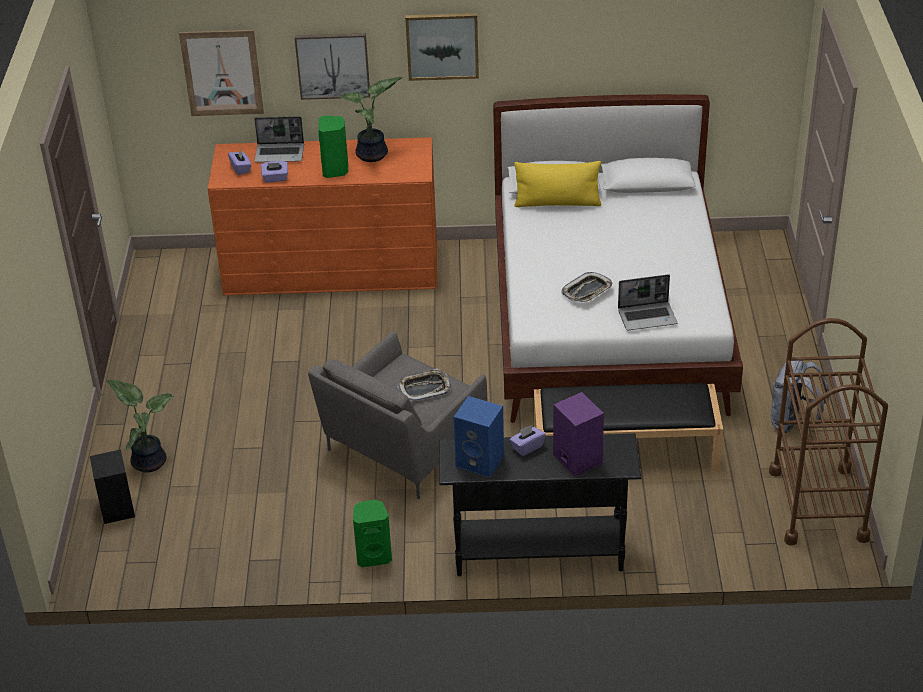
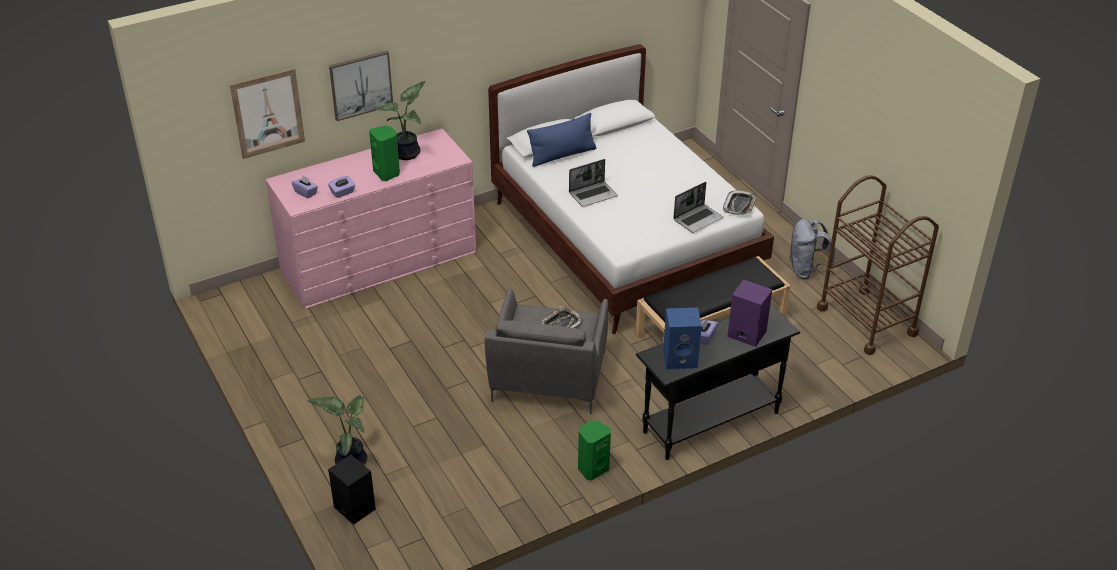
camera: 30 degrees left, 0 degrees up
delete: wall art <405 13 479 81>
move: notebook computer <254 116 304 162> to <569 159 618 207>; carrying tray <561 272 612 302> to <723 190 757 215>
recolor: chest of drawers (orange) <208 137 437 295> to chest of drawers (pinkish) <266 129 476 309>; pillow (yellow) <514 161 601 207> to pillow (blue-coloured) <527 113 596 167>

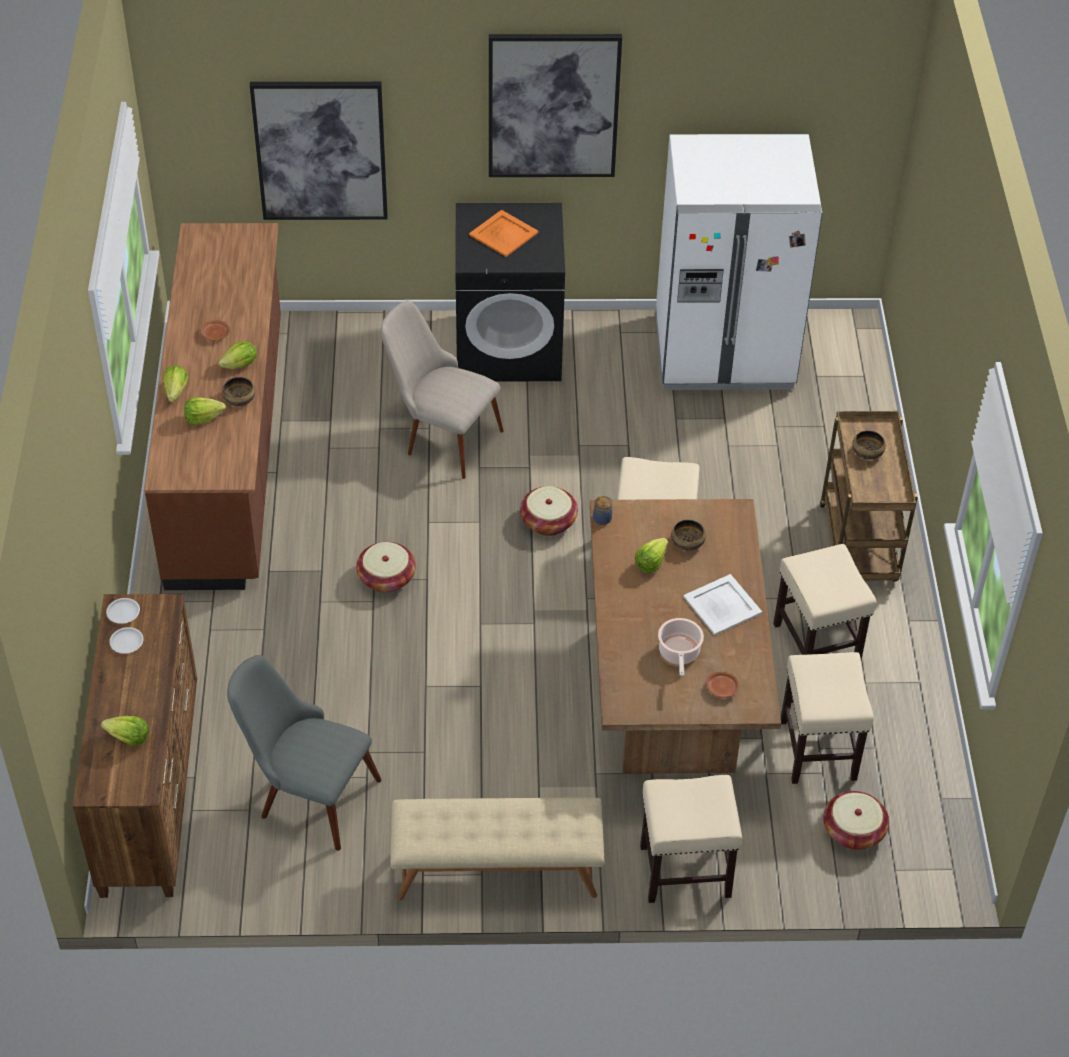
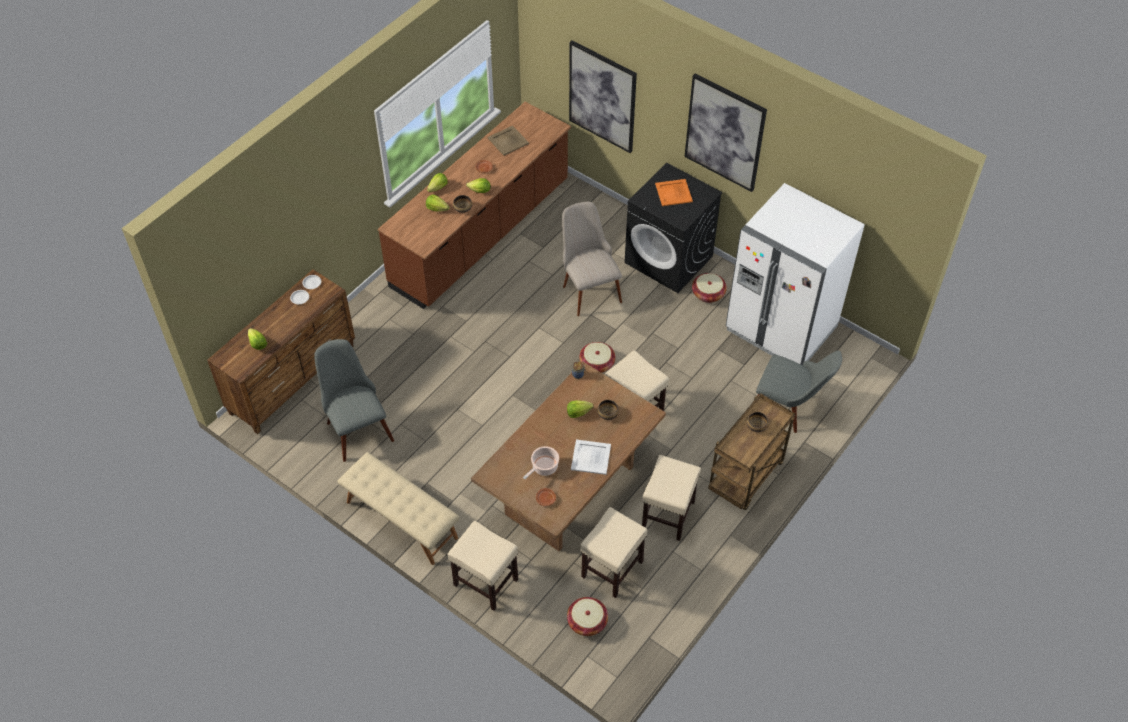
camera: 40 degrees right, 5 degrees up
insert: carrying tray (beige-coloured) <487 125 529 156>; chair (greyish) <756 351 842 433>
move: basket <356 542 416 593> to <692 273 727 303>

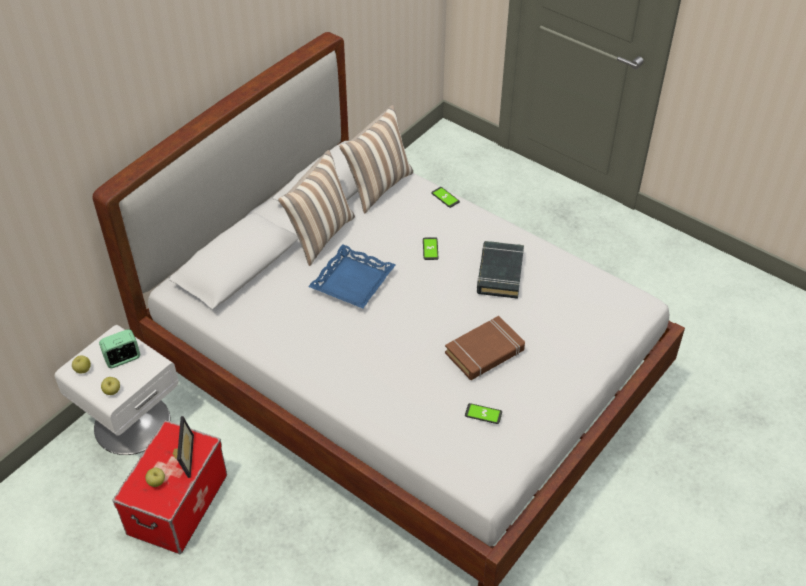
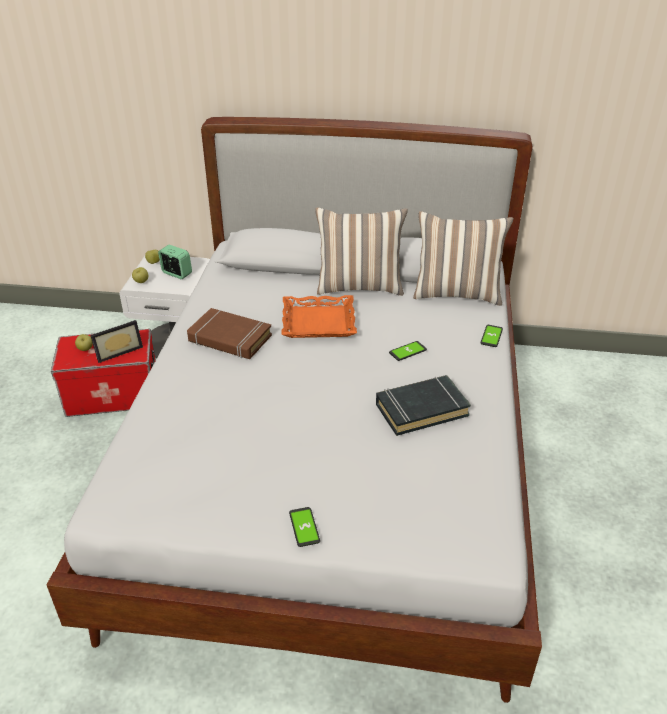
camera: 60 degrees right, 10 degrees down
move: bound book (brown) <445 316 525 380> to <187 308 272 359>; phone <465 403 502 424> to <289 507 320 547>
recolor: carrying tray (blue-coloured) <308 244 396 309> to carrying tray (orange) <281 295 357 338>

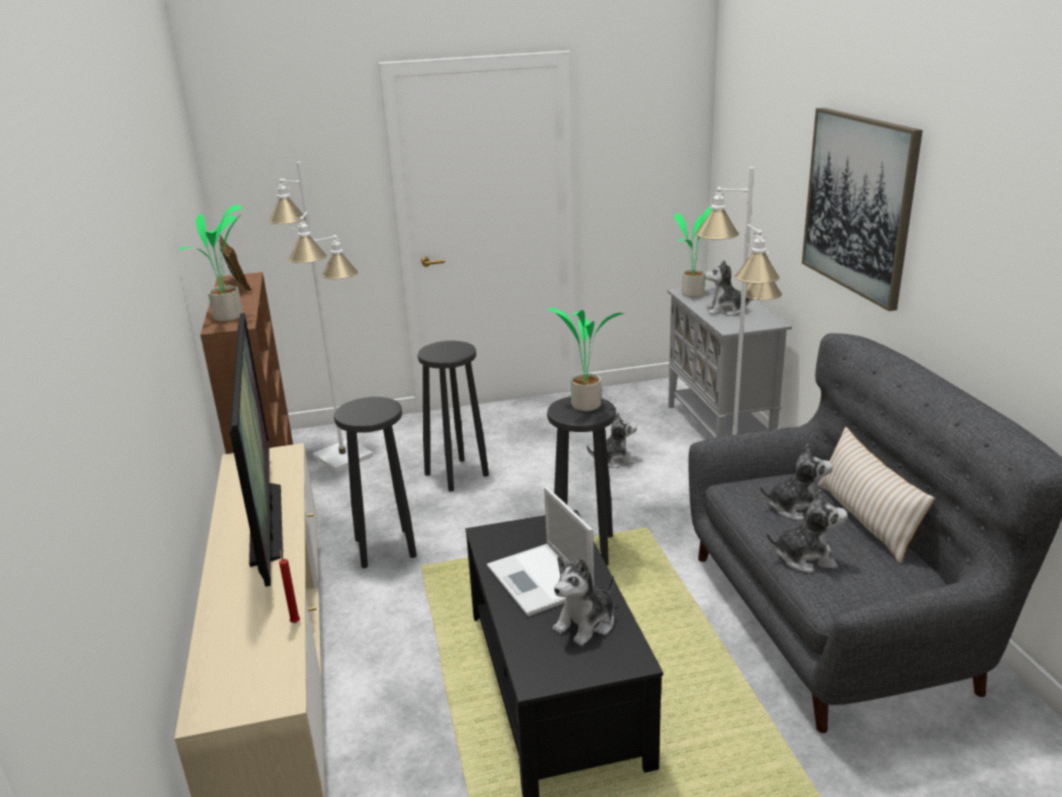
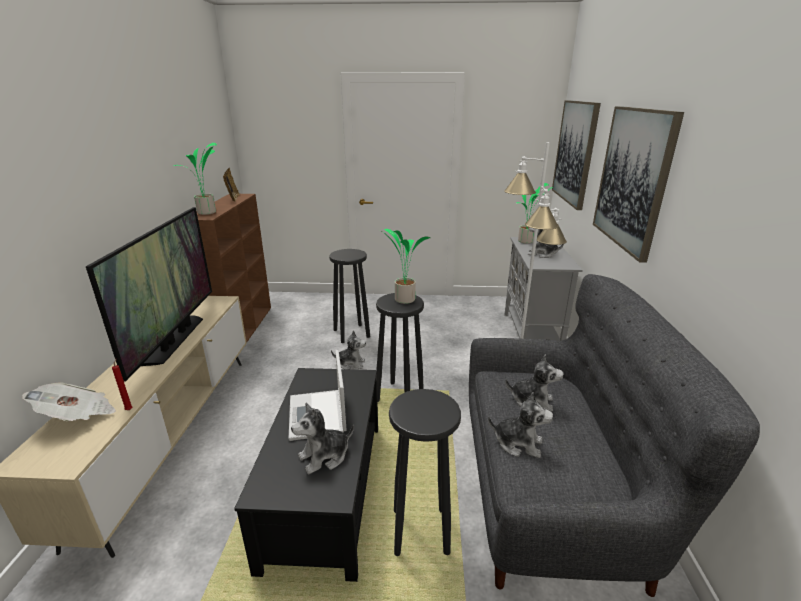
camera: 15 degrees right, 0 degrees up
delete: standard lamp (white-coloured) <268 162 373 472>; pillow (beige-coloured) <818 427 935 564>
insert: newspaper <22 382 116 421>; wall art <552 100 601 210>
move: soft toy <587 412 637 468> to <331 331 366 369>; sitting stool (black) <334 397 417 568> to <389 389 461 556>

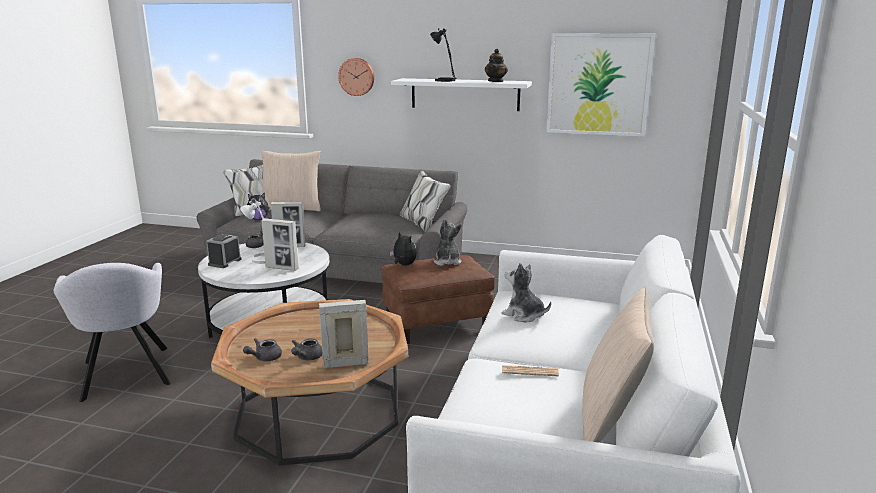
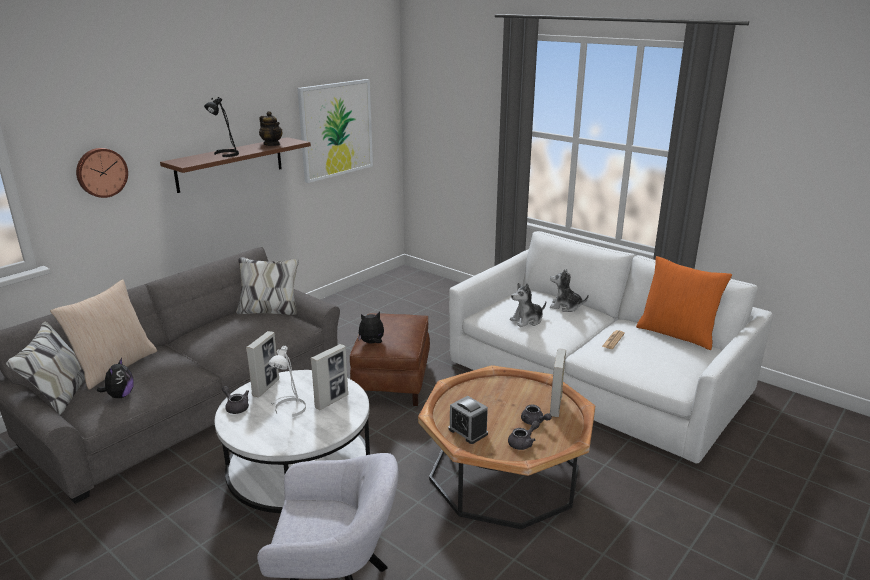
camera: 65 degrees left, 5 degrees up
move: table clock <206 234 242 268> to <448 396 488 444>; soft toy <434 218 462 266> to <550 269 589 312>
recolor: shelf (white-coloured) <391 78 532 111> to shelf (brown) <160 137 311 193>; pillow (beige-coloured) <582 287 654 443> to pillow (orange) <636 256 732 350>
rotate: teapot (greyish) <243 338 282 361> = <508 421 540 450> 105 degrees counterclockwise

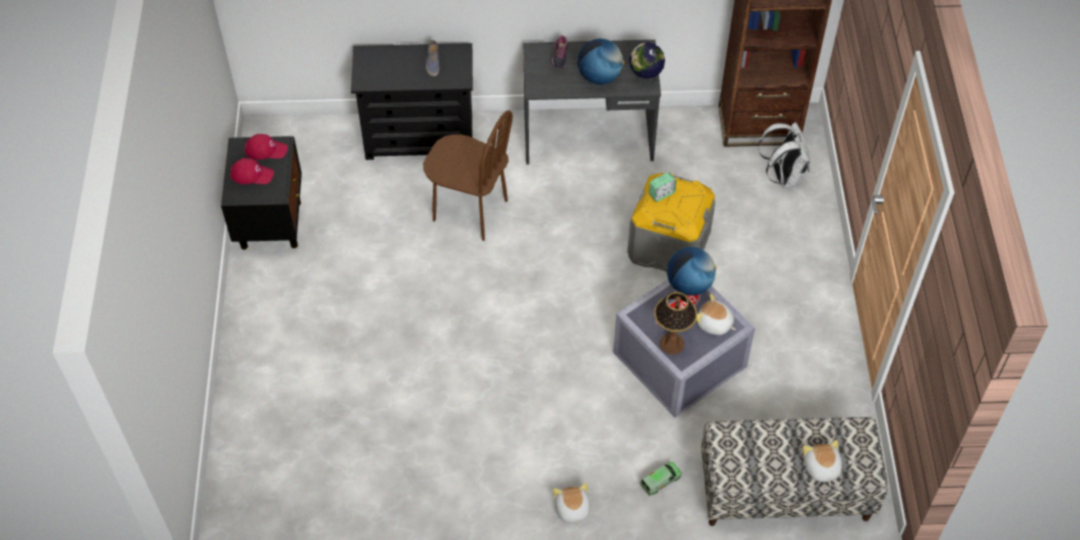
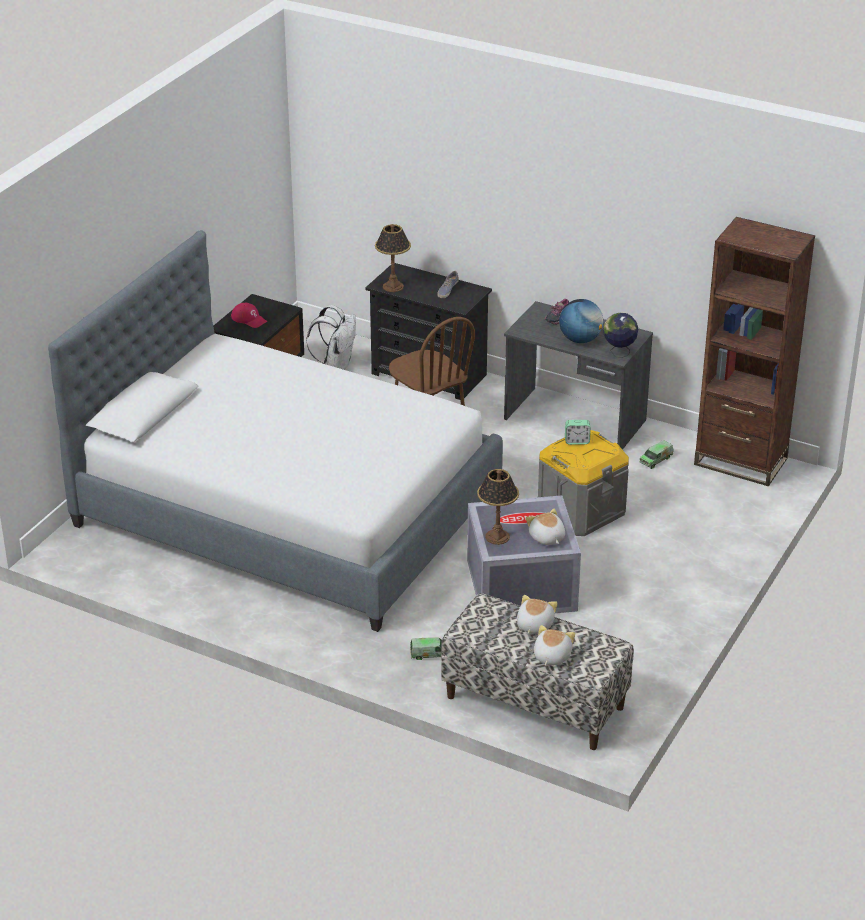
camera: 30 degrees right, 20 degrees down
delete: cap (red-coloured) <245 134 288 160>; world globe <667 247 716 296>
insert: bed <48 230 503 632>; table lamp <375 224 411 292>; model truck <639 440 674 469>
move: rucksack (white-coloured) <758 122 810 188> to <307 305 356 370>; soft toy <553 483 591 528> to <517 595 558 634>

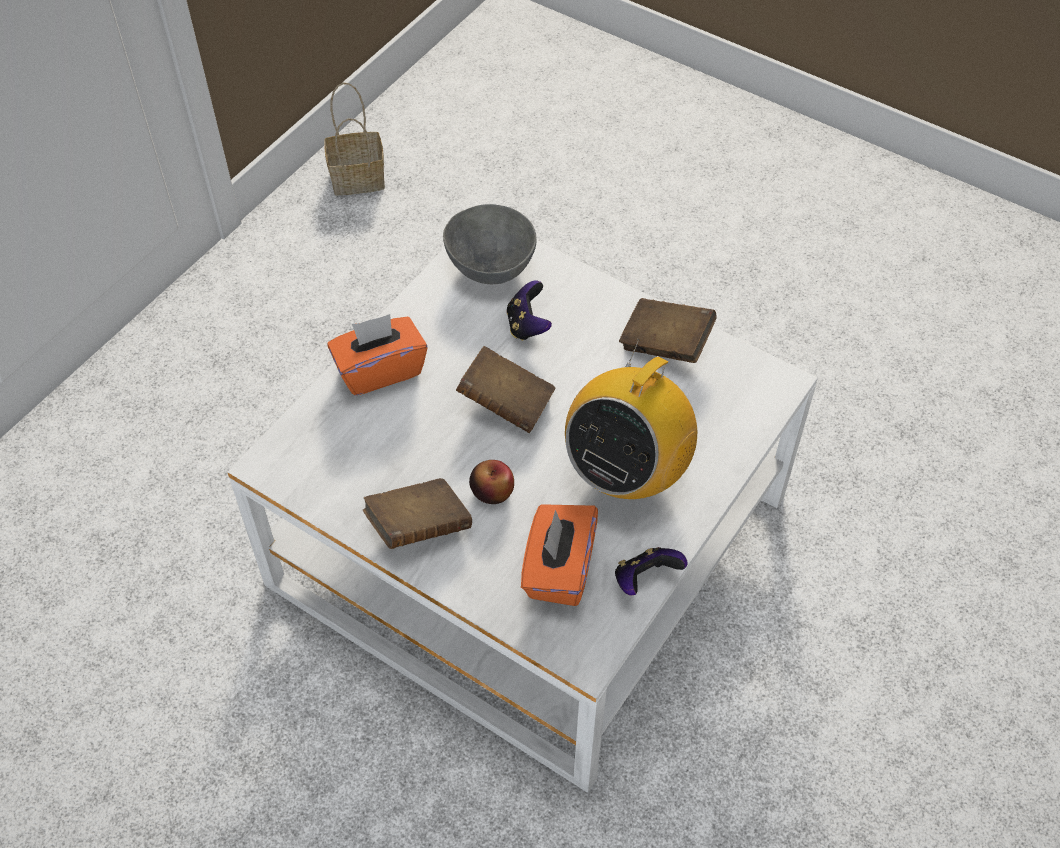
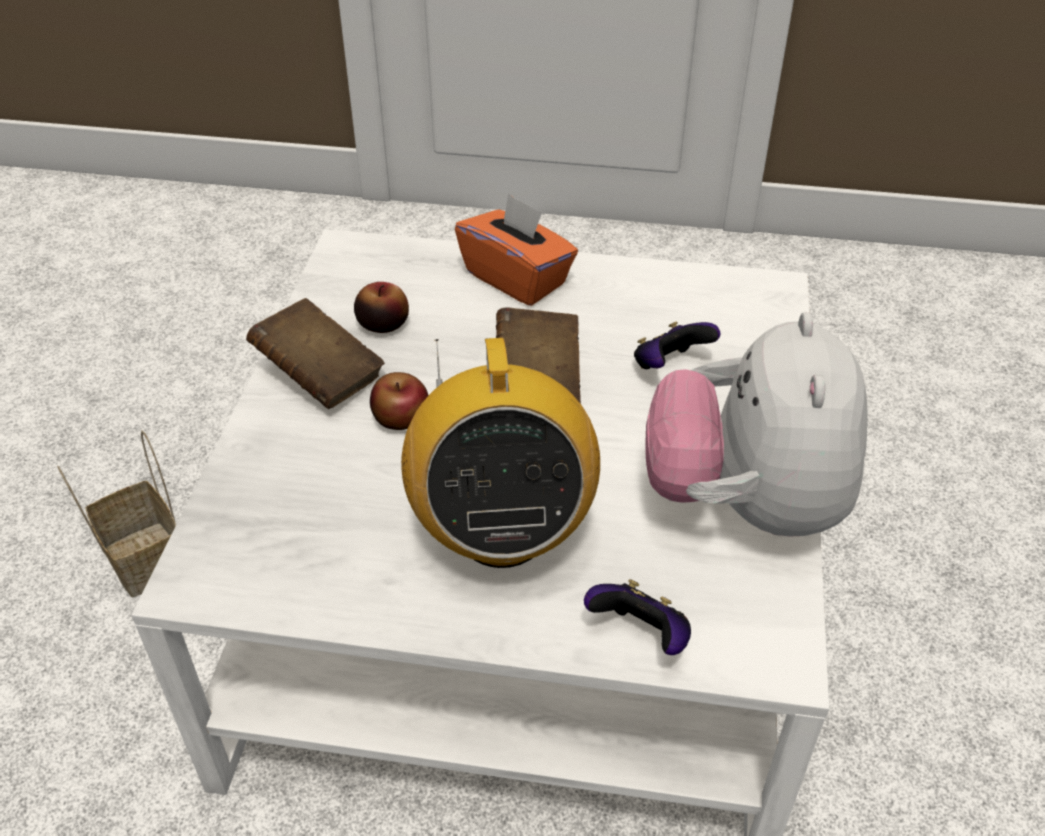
camera: 65 degrees right, 10 degrees down
delete: serving bowl (greyish) <443 204 536 284>; tissue holder (orange) <521 504 598 606>
insert: apple fruit <354 282 409 333>
move: basket <324 82 385 196> to <57 430 176 597>; gamepad <615 547 688 596> to <584 579 691 655>
replace: bound book (brown) <619 298 716 363> to soft toy <645 312 868 537>
rotate: radio receiver <565 339 697 499> = <401 338 600 568> 105 degrees counterclockwise

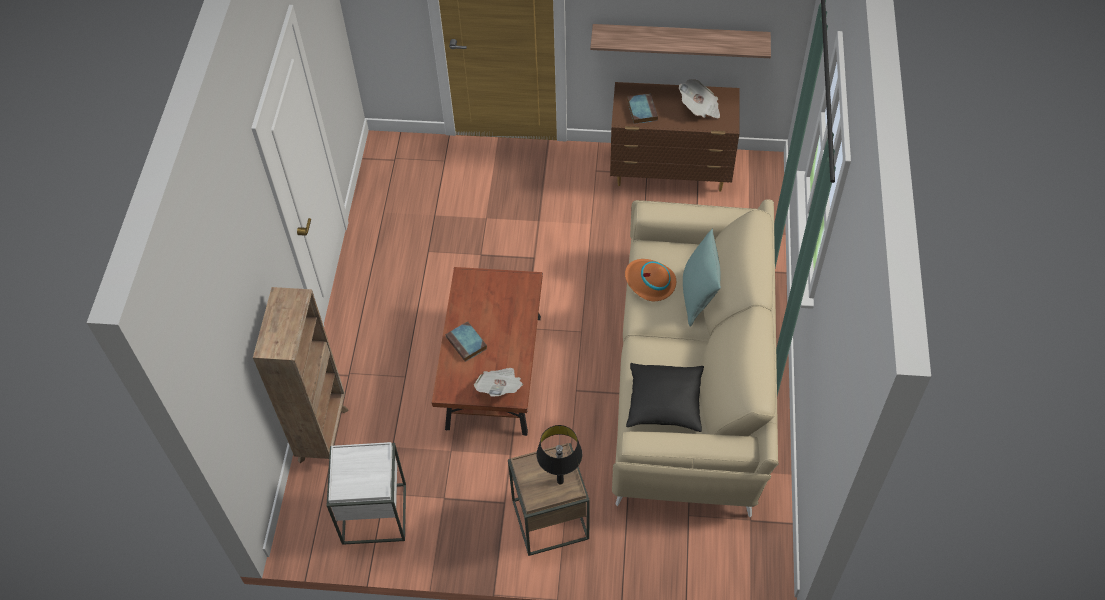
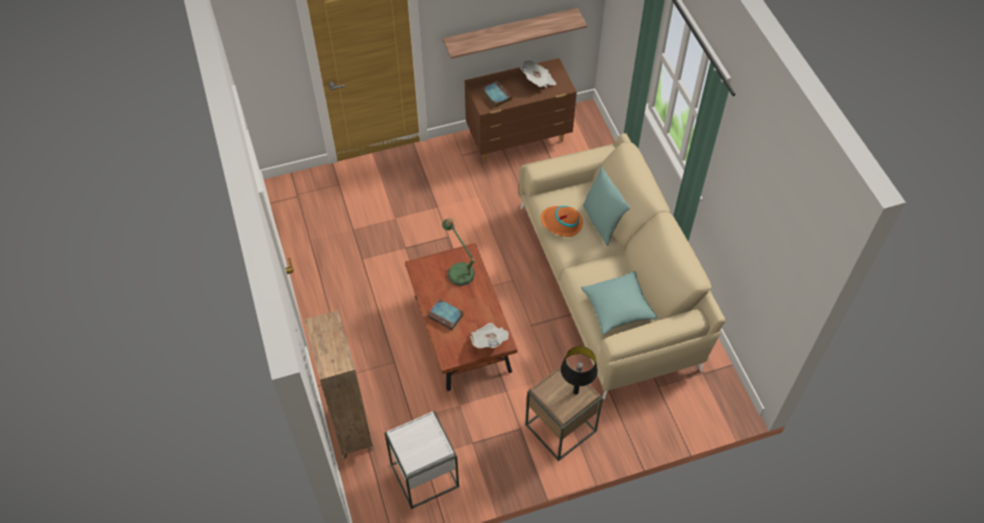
camera: 25 degrees left, 0 degrees up
insert: table lamp <442 218 475 286>
recolor: pillow (black) <626 363 704 432> to pillow (turquoise) <581 271 658 335>

